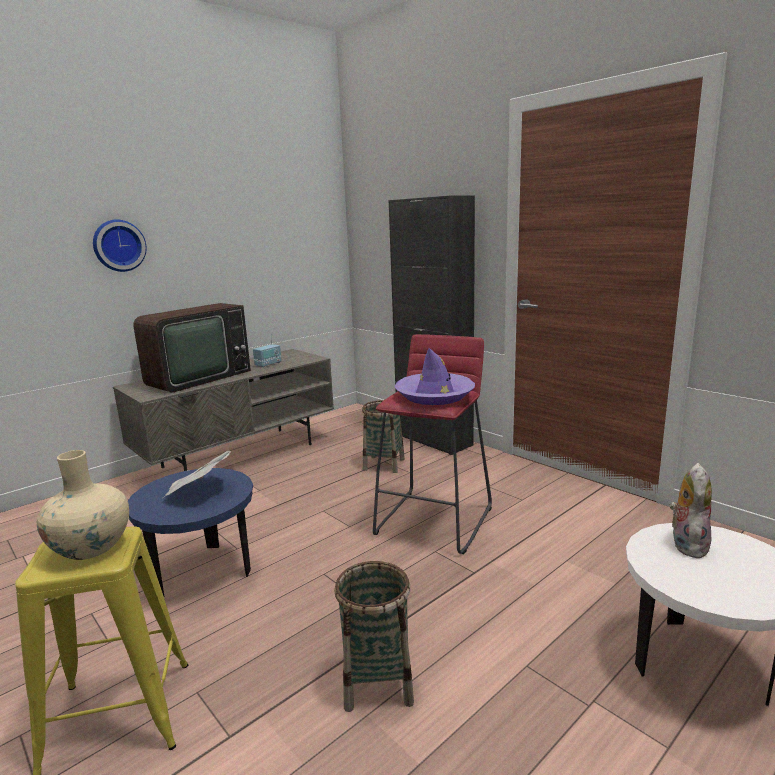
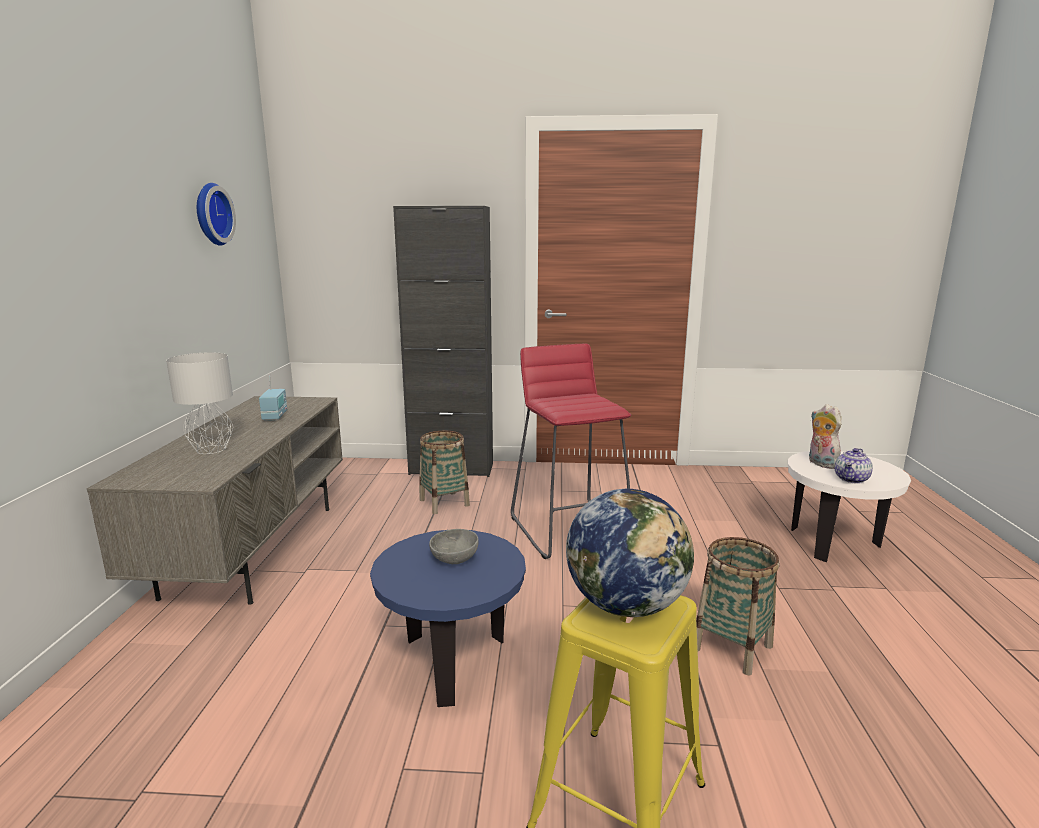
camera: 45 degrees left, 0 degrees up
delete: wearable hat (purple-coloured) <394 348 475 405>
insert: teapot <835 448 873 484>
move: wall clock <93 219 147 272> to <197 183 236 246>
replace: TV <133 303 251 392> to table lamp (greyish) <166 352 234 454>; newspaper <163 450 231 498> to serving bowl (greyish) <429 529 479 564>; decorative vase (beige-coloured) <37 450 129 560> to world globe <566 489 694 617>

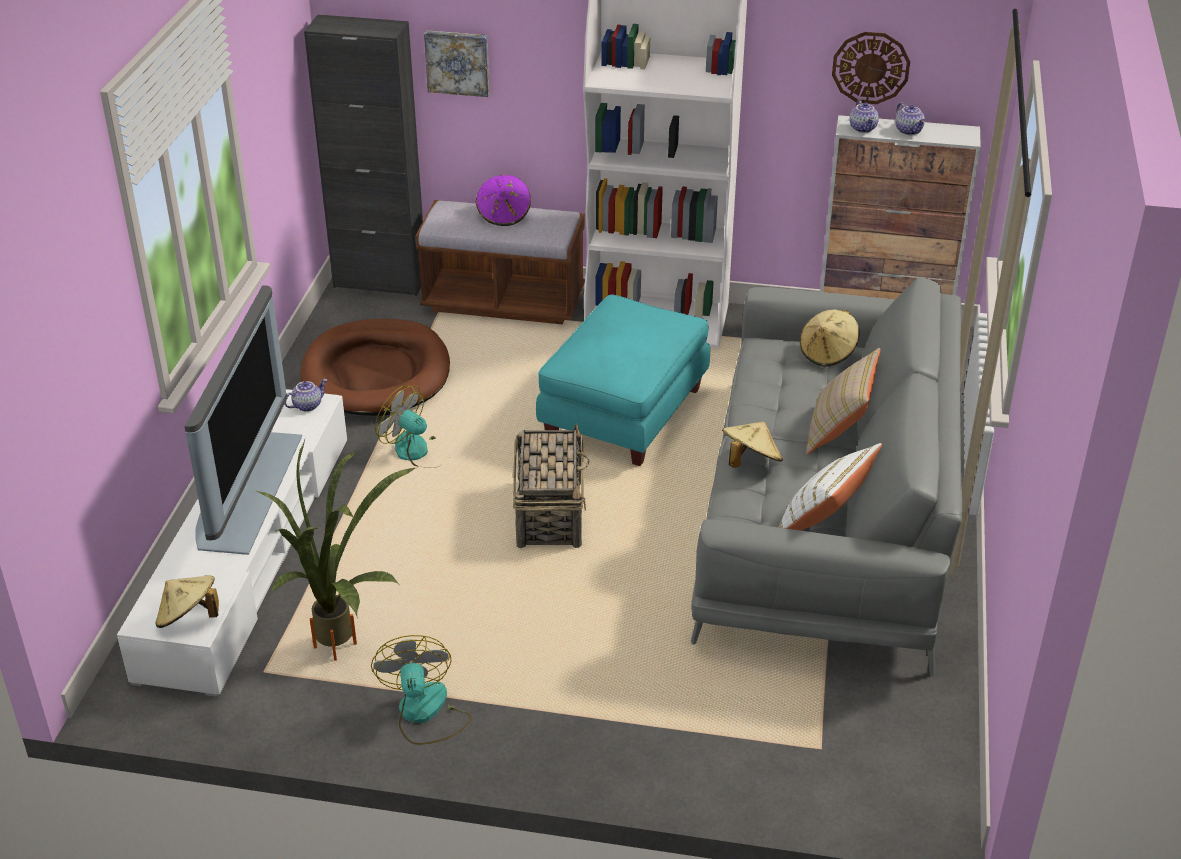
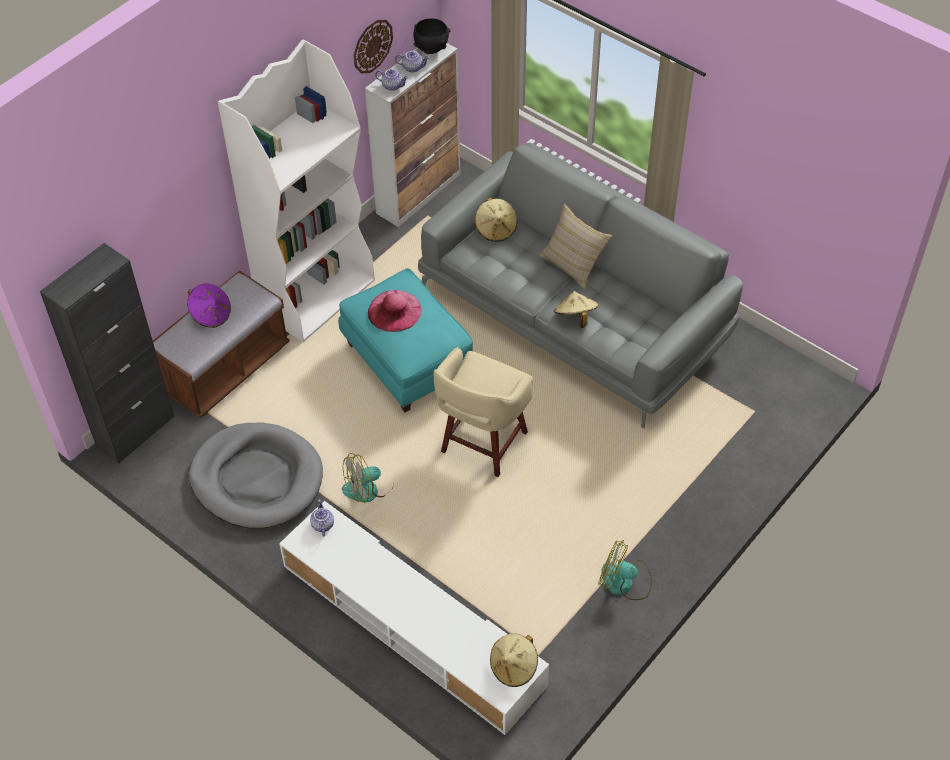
camera: 60 degrees left, 15 degrees up
delete: TV <184 285 302 555>; plant in a pot <257 440 415 661>; wall art <424 30 490 97>; pillow (white-coloured) <778 443 882 530>
insert: wearable hat (pinkish) <368 290 422 332>; serving bowl (black) <413 18 450 54>
replace: basket <513 423 590 548> to sitting stool (beige-coloured) <434 347 533 477>
recolor: pet bed (brown) <300 319 450 416> to pet bed (greyish) <189 423 323 528>

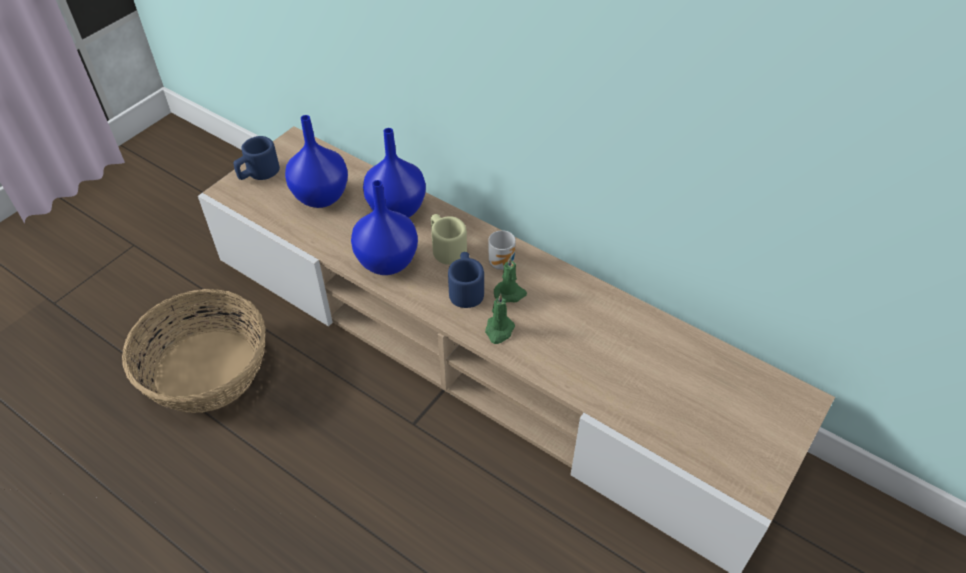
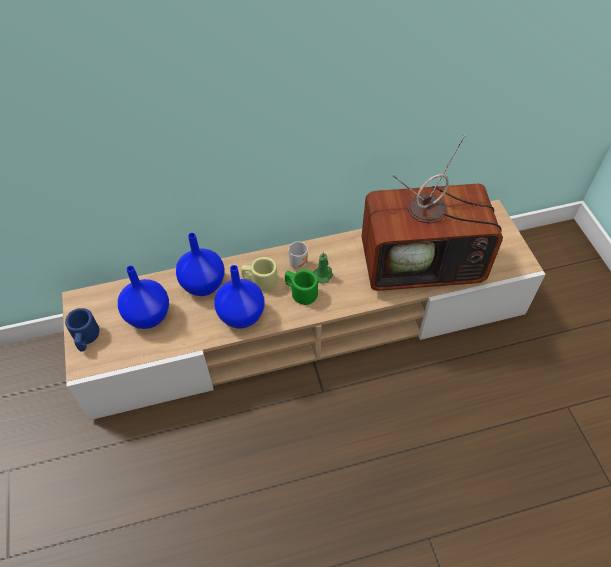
camera: 50 degrees left, 5 degrees up
delete: basket <122 289 266 413>; wax light (greenish) <485 293 515 344>
insert: TV <362 135 503 291>
recolor: coffee mug (blue-coloured) <448 252 484 308> to coffee mug (greenish) <285 270 318 305>

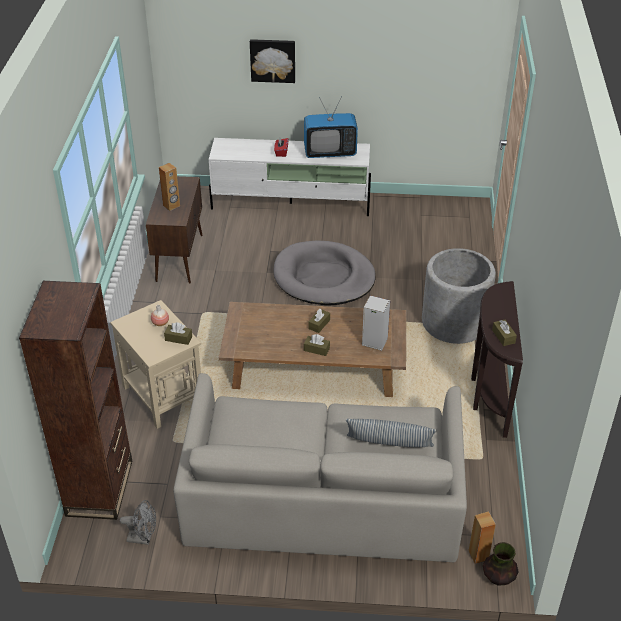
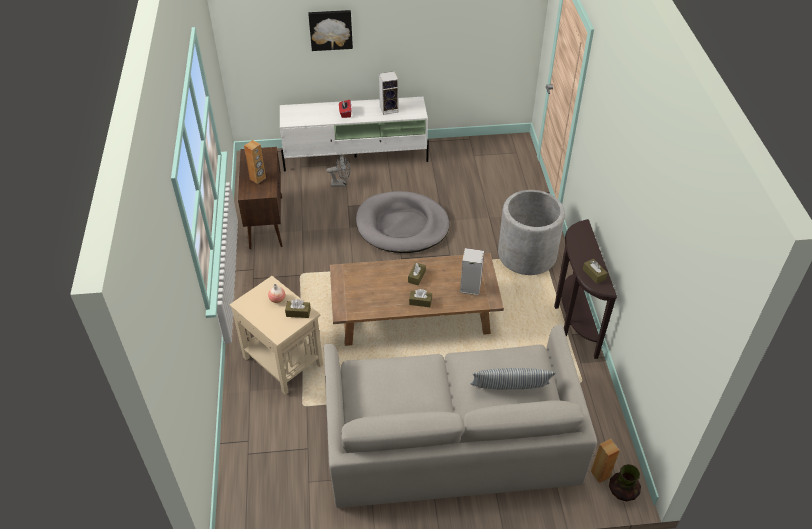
camera: 10 degrees left, 5 degrees up
delete: bookshelf (brown) <19 281 132 520>
move: fan (greyish) <120 500 156 545> to <326 155 350 187>
replace: TV <304 96 358 158> to audio speaker <379 71 399 115>

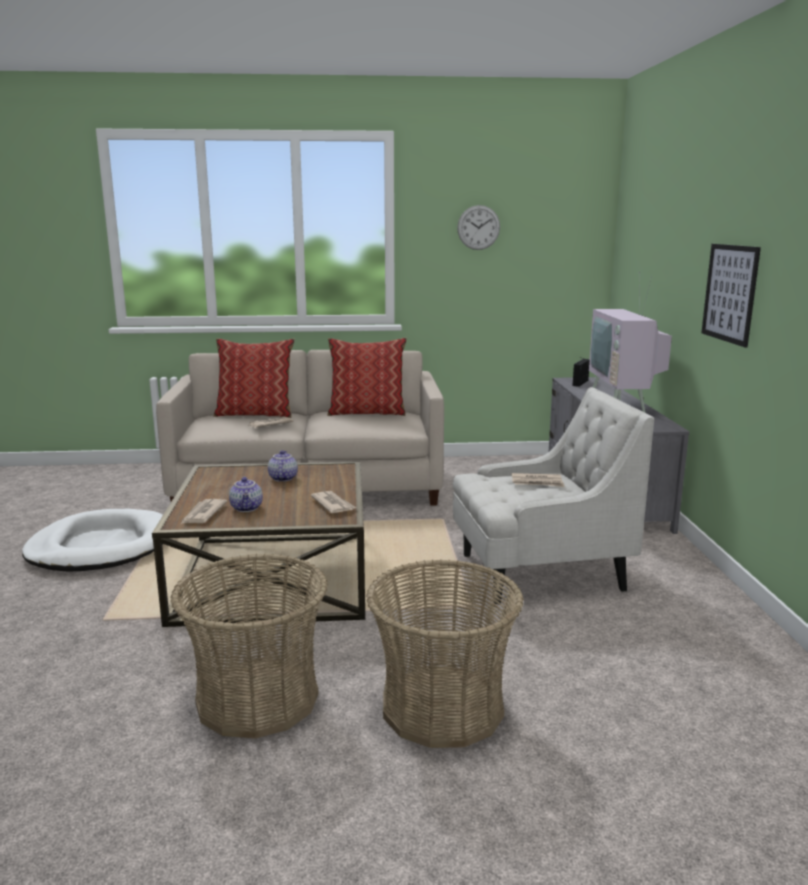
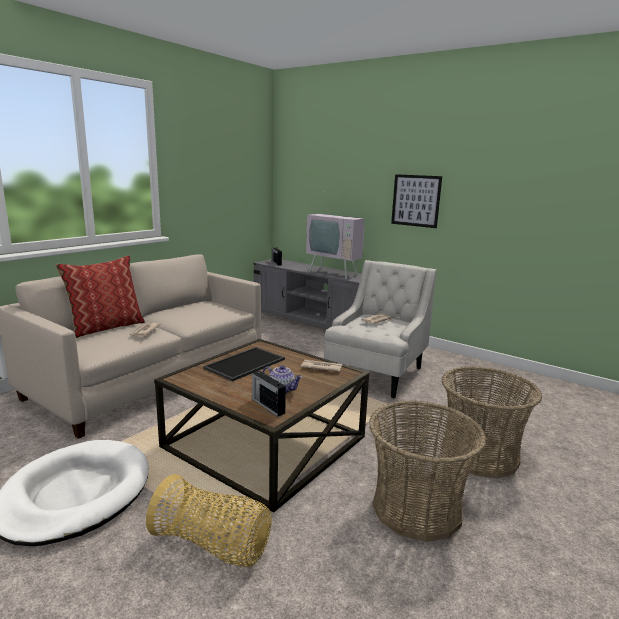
camera: 50 degrees left, 0 degrees up
delete: pillow <327 338 407 416>; wall clock <457 205 500 250>
insert: basket <146 474 272 567>
replace: teapot <268 450 298 482> to carrying tray <203 347 285 381>; newspaper <181 499 228 524> to radio receiver <252 371 286 416>

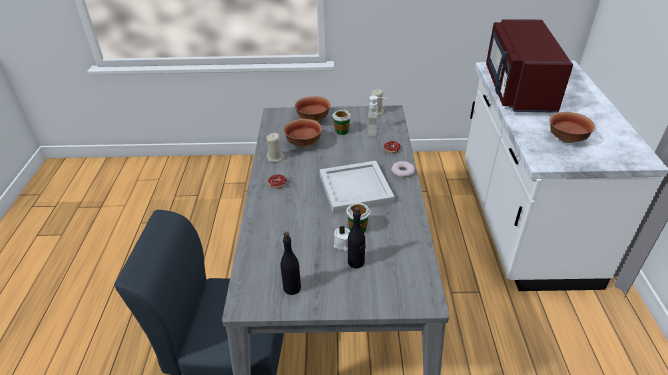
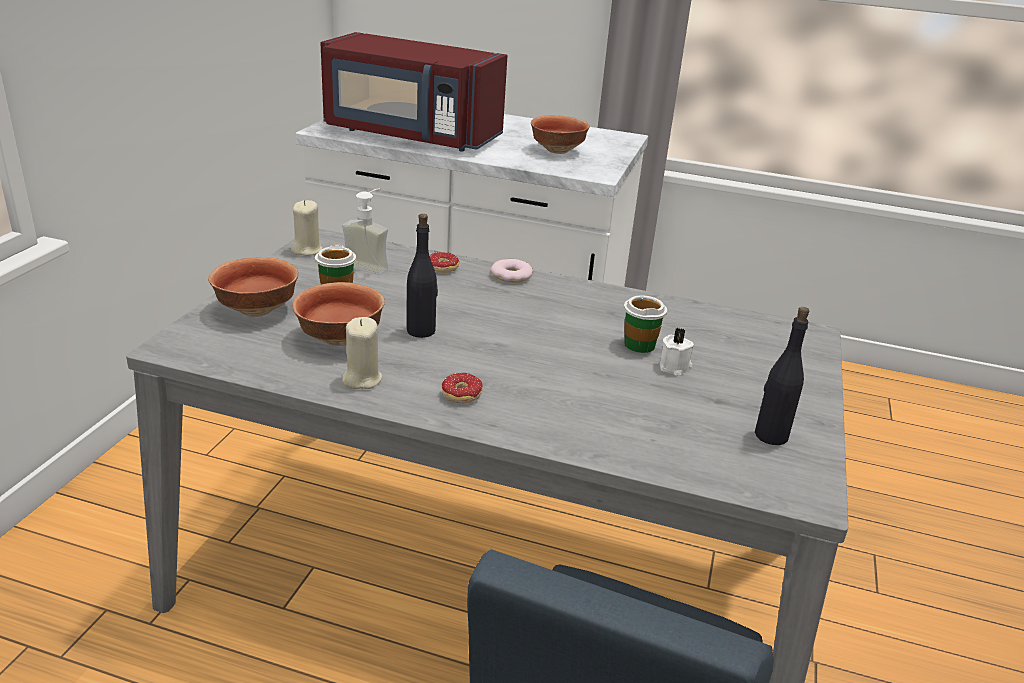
camera: 75 degrees left, 10 degrees down
delete: carrying tray (white-coloured) <320 161 395 214>
move: beverage bottle (black) <348 206 366 268> to <407 214 438 338>

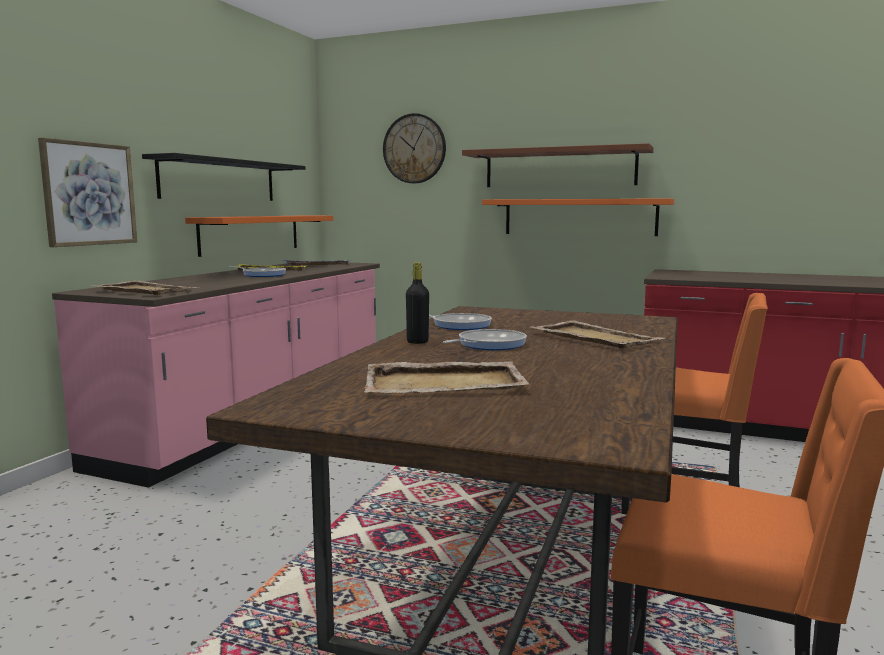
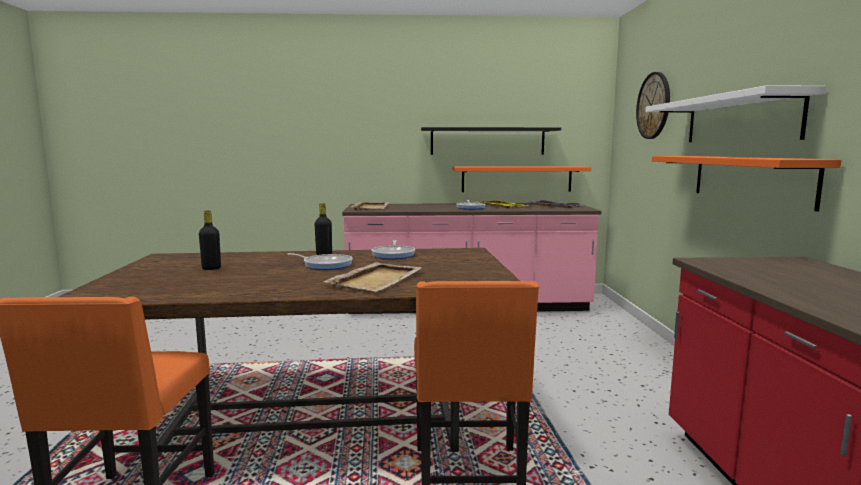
camera: 65 degrees right, 0 degrees up
delete: wall art <38 138 137 247>
replace: carrying tray (beige-coloured) <364 361 530 393> to beverage bottle (black) <199 210 221 270>
recolor: shelf (brown) <462 143 654 187> to shelf (white-coloured) <645 85 825 142>

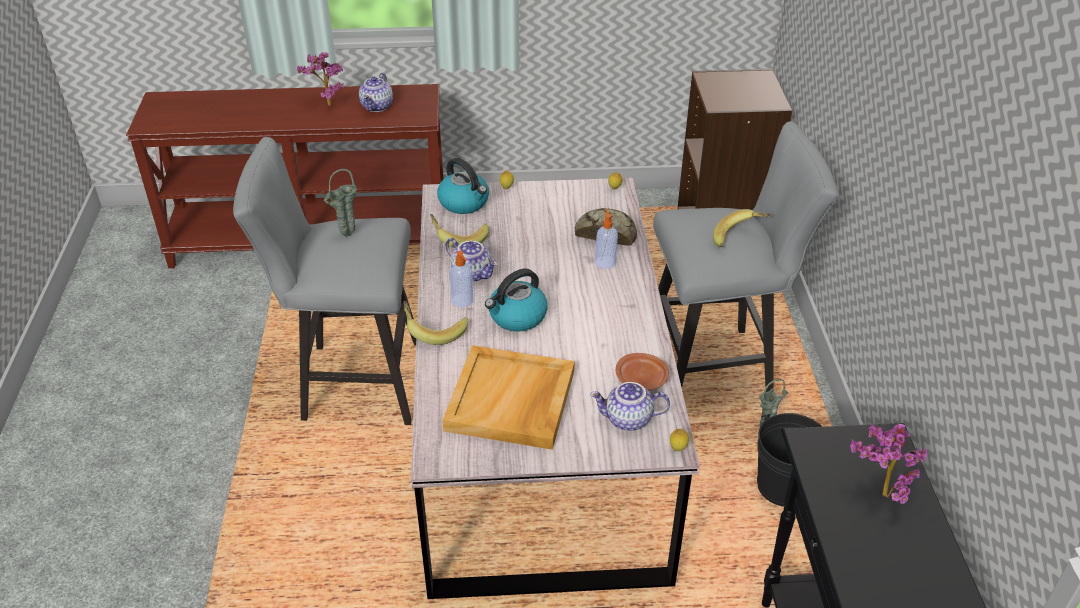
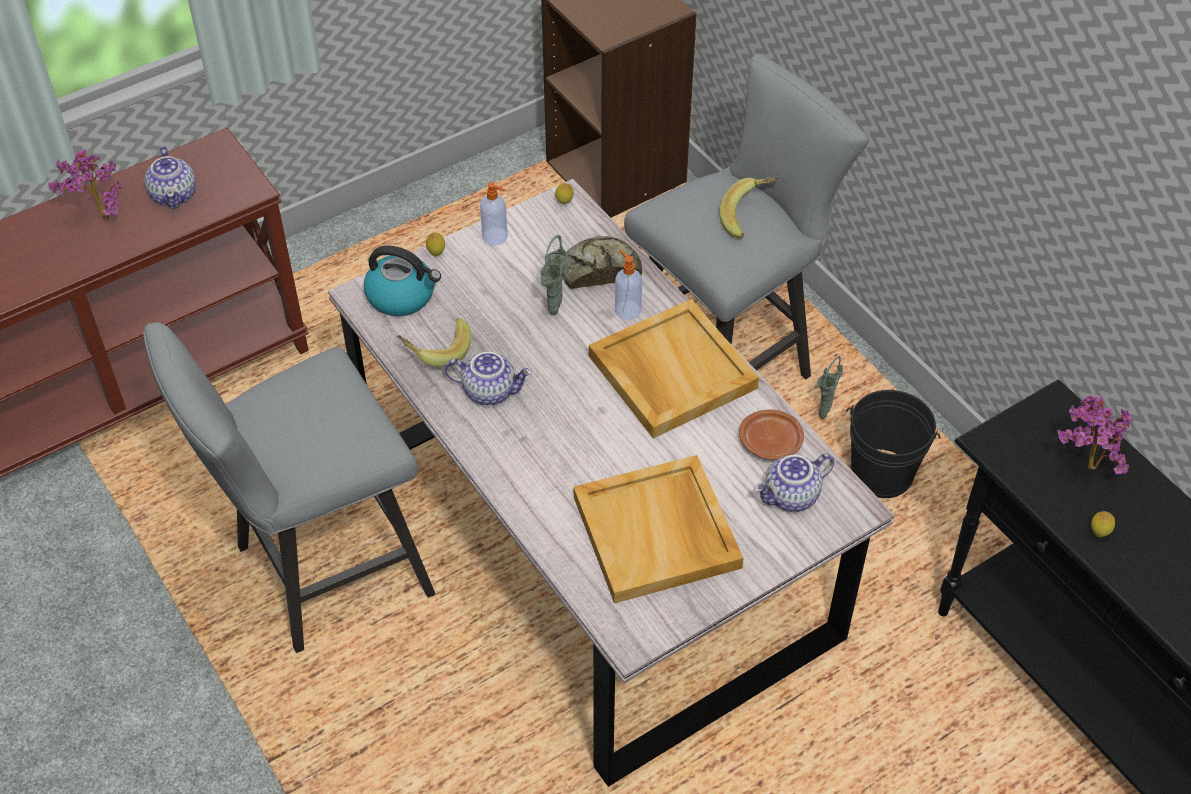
camera: 30 degrees left, 10 degrees up
delete: whole banana <403 301 468 345>; kettle <485 269 548 331>
insert: carrying tray (beige-coloured) <589 299 759 438>
move: soap bottle <450 251 474 307> to <480 182 508 245>; decorative vase (greenish) <324 169 357 237> to <540 235 569 315>; lemon <670 429 689 451> to <1091 511 1115 537>

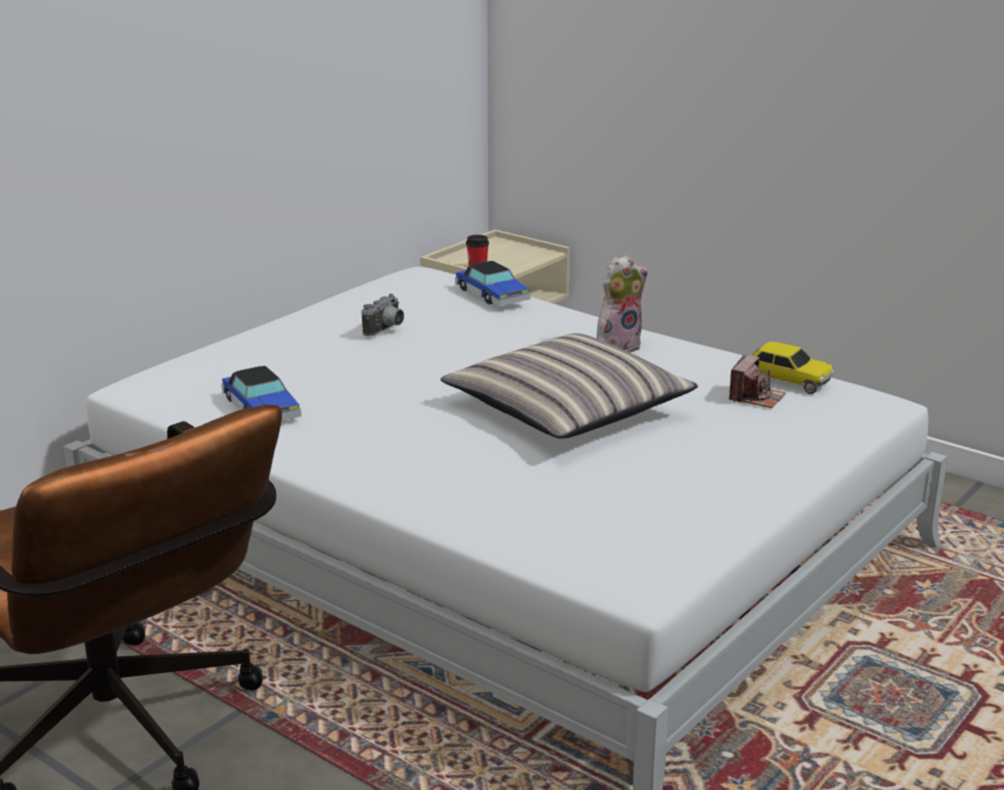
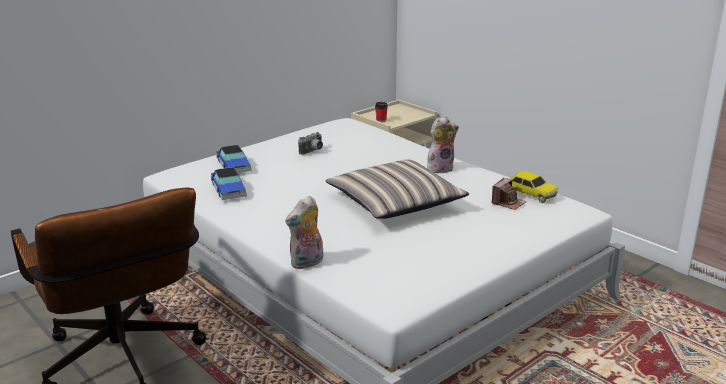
camera: 10 degrees right, 0 degrees up
insert: soft toy <285 196 324 269>
move: miniature car <455 261 531 306> to <216 145 252 173>

